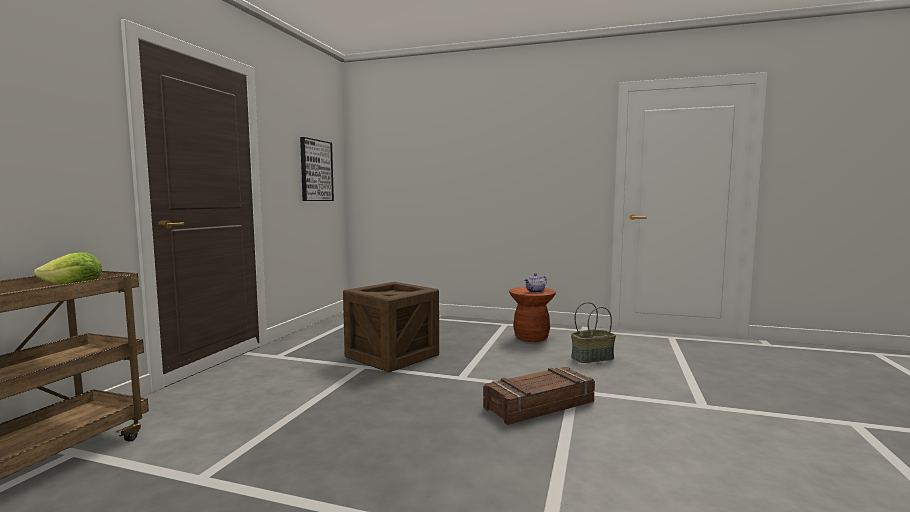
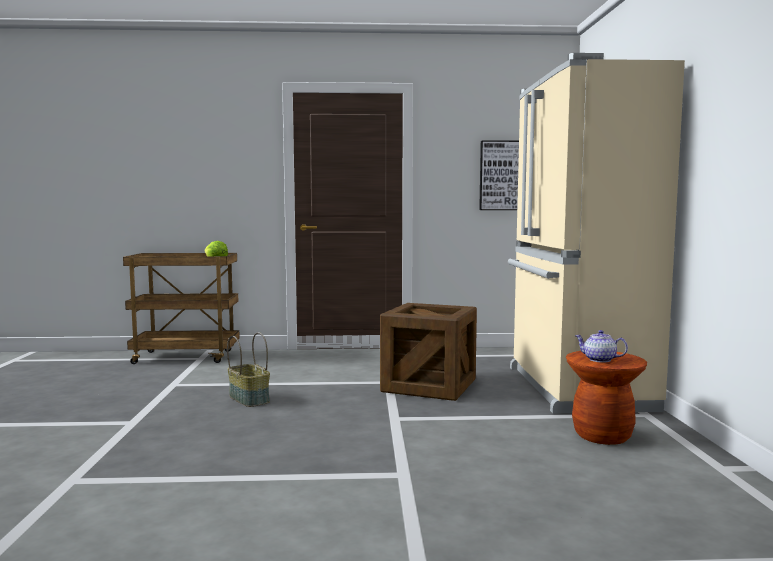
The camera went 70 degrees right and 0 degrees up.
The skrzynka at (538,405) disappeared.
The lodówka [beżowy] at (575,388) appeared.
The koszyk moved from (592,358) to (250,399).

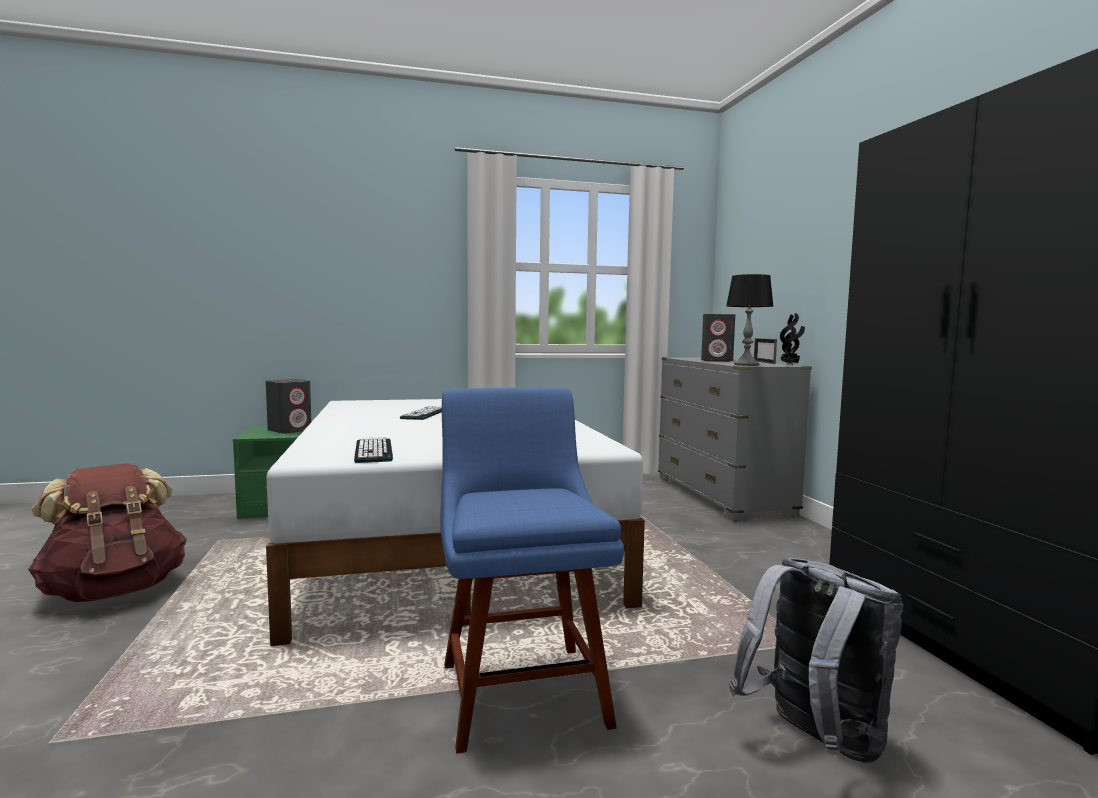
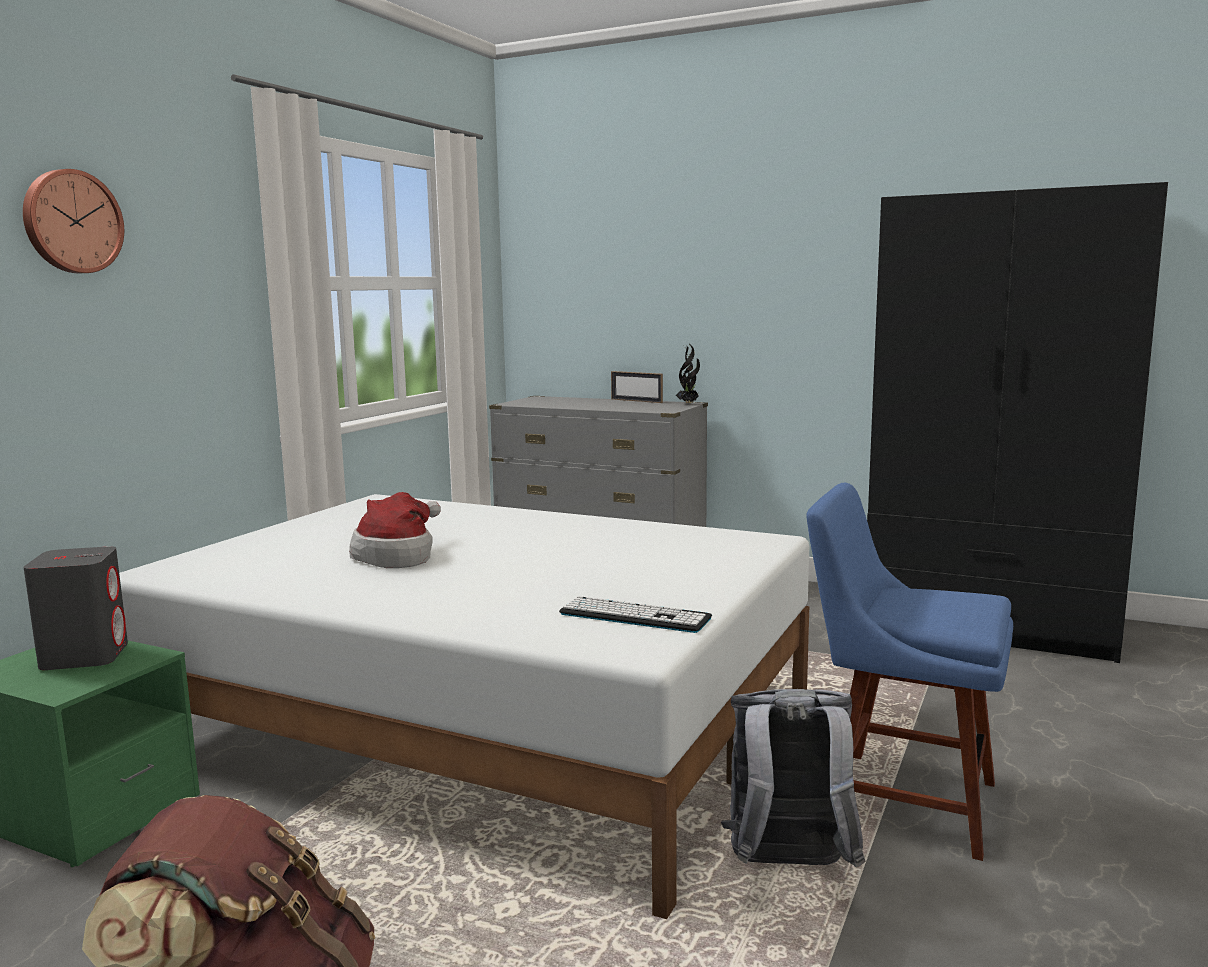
The camera went 50 degrees left and 5 degrees up.
The głośnik [szary] at (717,360) disappeared.
The lampa stołowa at (746,365) disappeared.
The zegar ścienny at (71,222) appeared.
The plecak [szary] moved from (814,742) to (788,868).
The klawiatura at (424,414) was replaced by the kapelusz at (399,555).

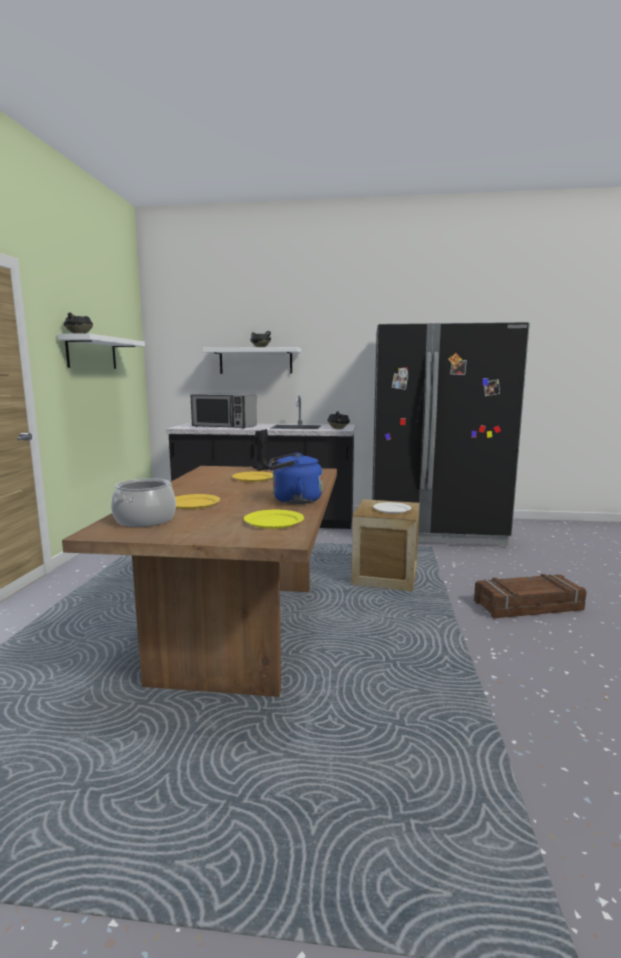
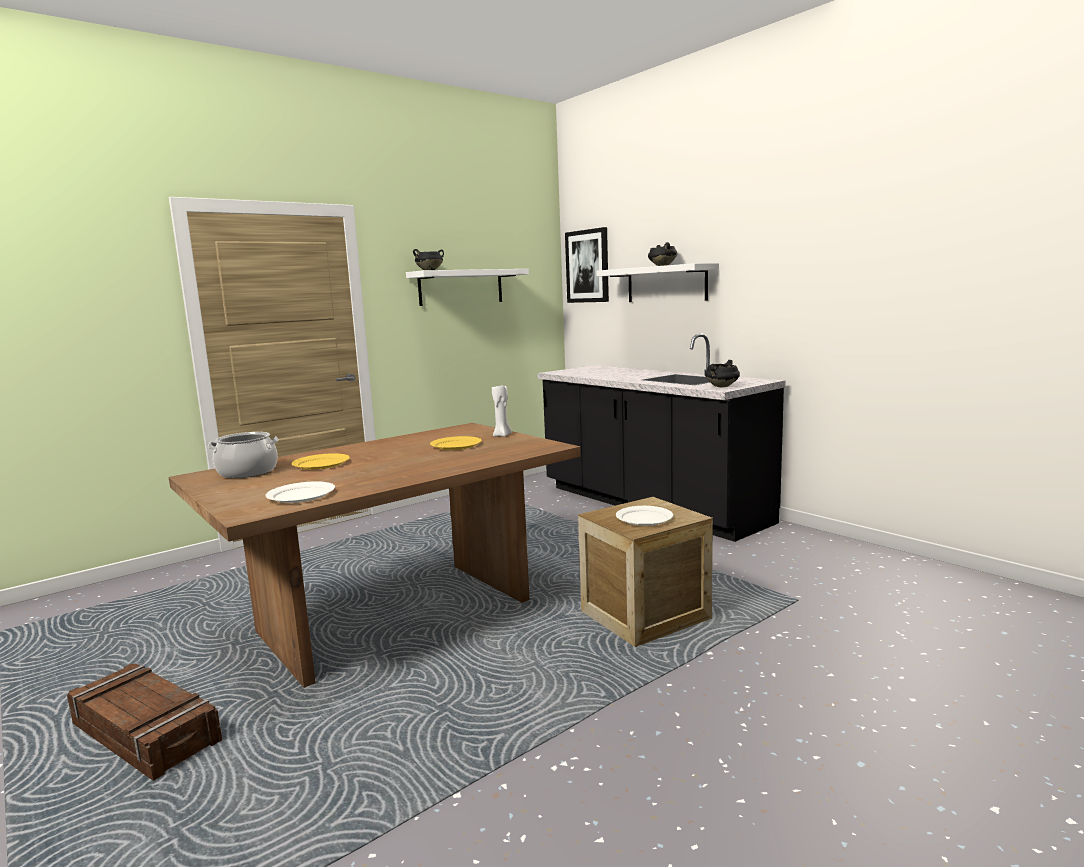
The camera went 45 degrees right and 0 degrees up.
The mikrofalówka at (224,426) disappeared.
The czajnik [niebieski] at (294,500) disappeared.
The lodówka [czarny] at (434,530) disappeared.
The obraz at (587,266) appeared.
The skrzynka moved from (528,606) to (144,734).
The talerz [żółty] at (273,522) became the talerz [biały] at (300,495).
The świeca [czarny] at (262,469) became the świeca [biały] at (502,435).

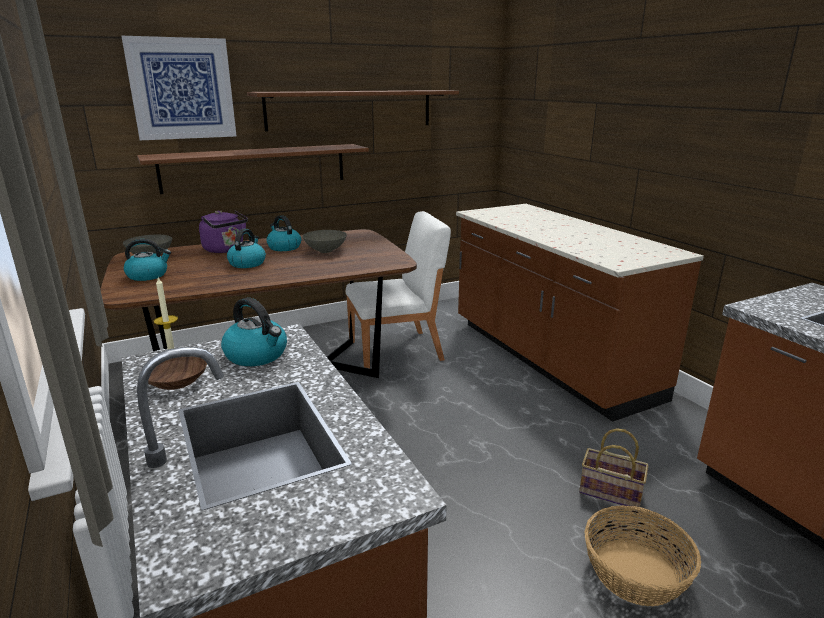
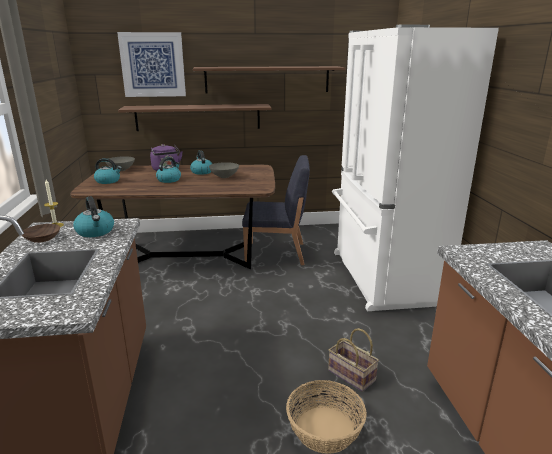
The camera went 20 degrees right and 0 degrees up.
The zabudowa kuchenna [brązowy] at (549,359) was replaced by the lodówka [biały] at (382,277).
The krzesło [biały] at (397,350) became the krzesło [niebieski] at (276,253).

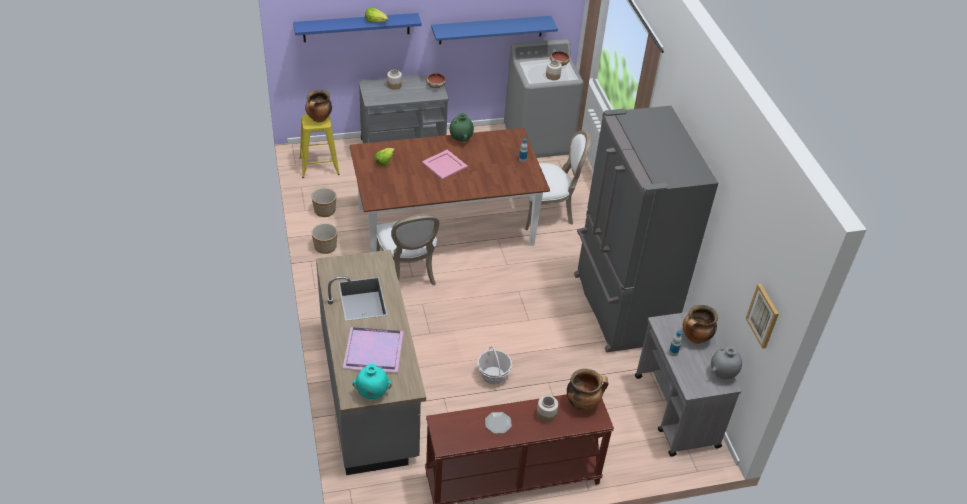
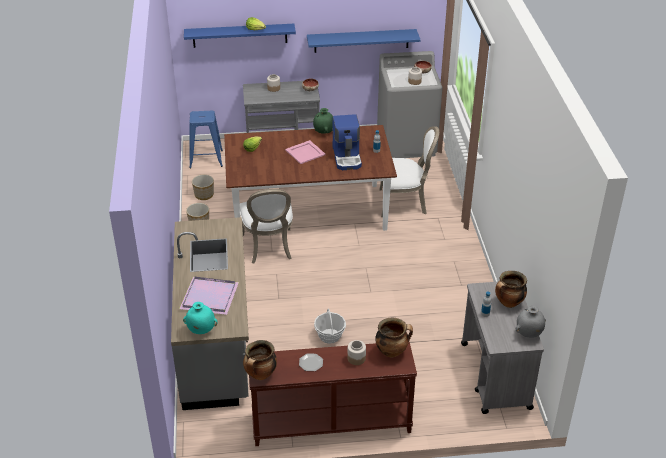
The camera went 10 degrees right and 5 degrees down.
The lodówka [szary] at (619,308) disappeared.
The obraz at (763,315) disappeared.
The ekspres do kawy at (347,157) appeared.
The garnek moved from (319,119) to (260,375).
The stołek [żółty] at (319,166) became the stołek [niebieski] at (206,159).

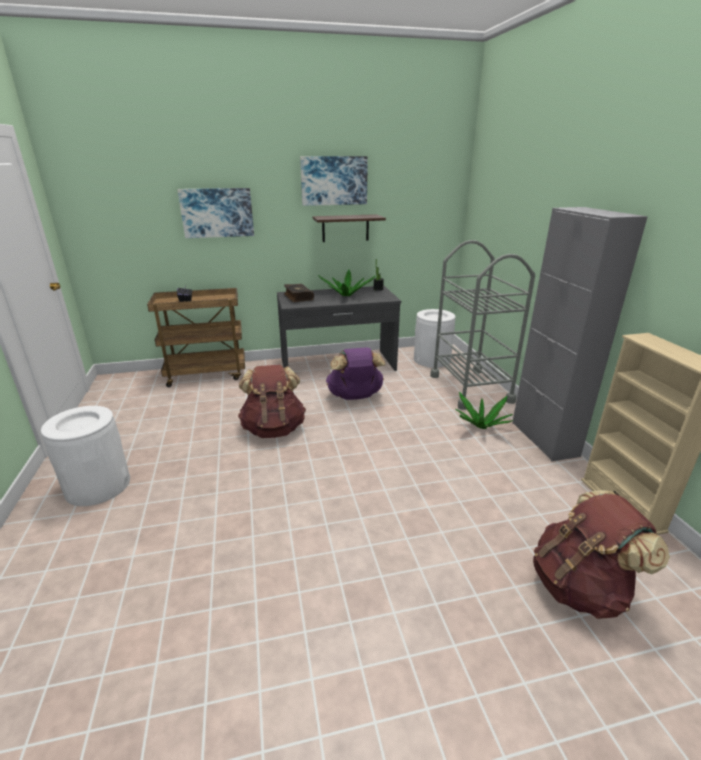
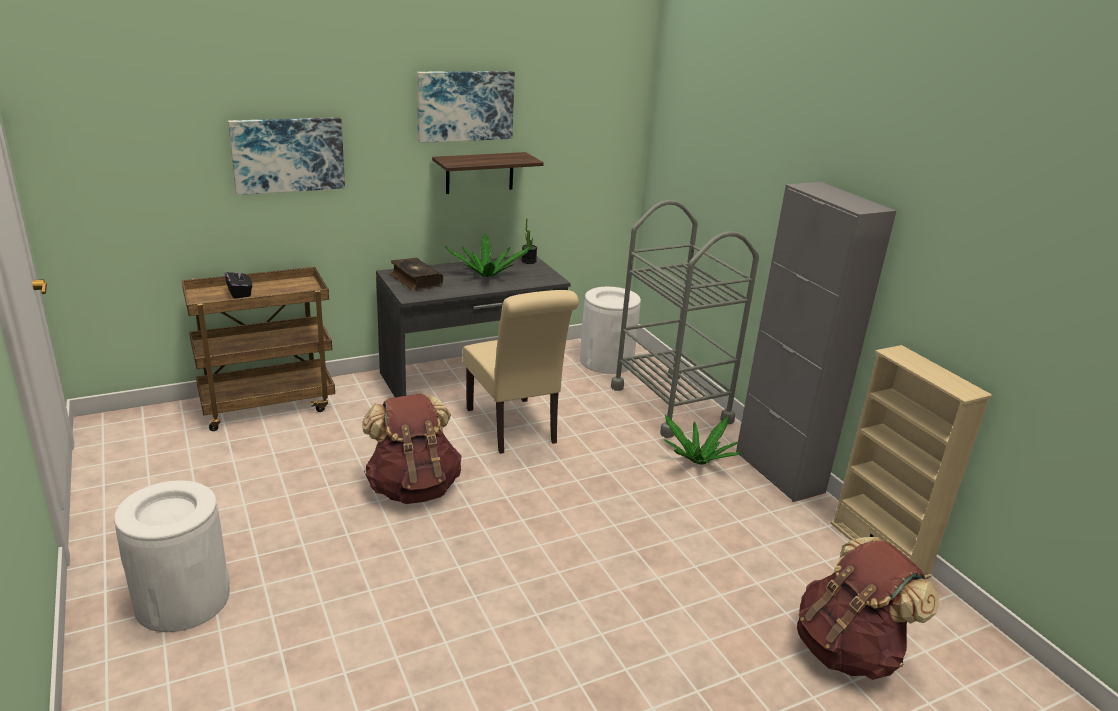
The camera went 15 degrees left and 0 degrees up.
The plecak [fioletowy] at (355,397) was replaced by the krzesło [beżowy] at (514,428).

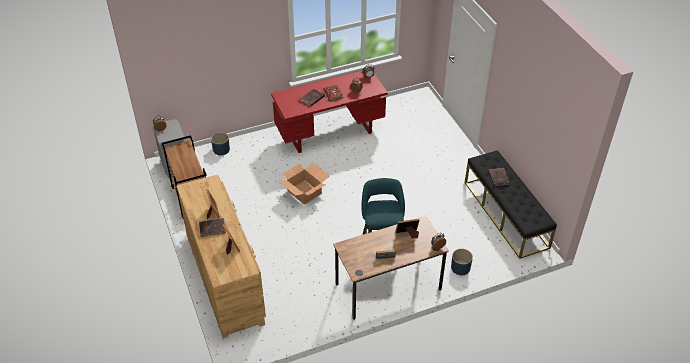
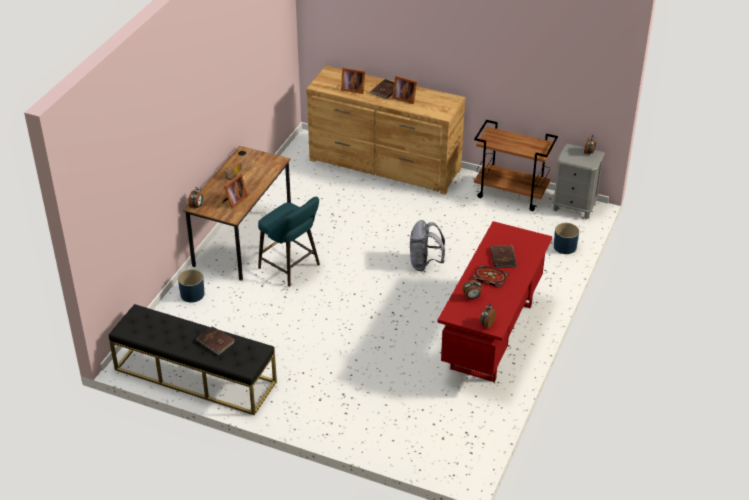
The camera went 135 degrees right and 5 degrees down.
The karton at (304,192) was replaced by the plecak [szary] at (425,264).

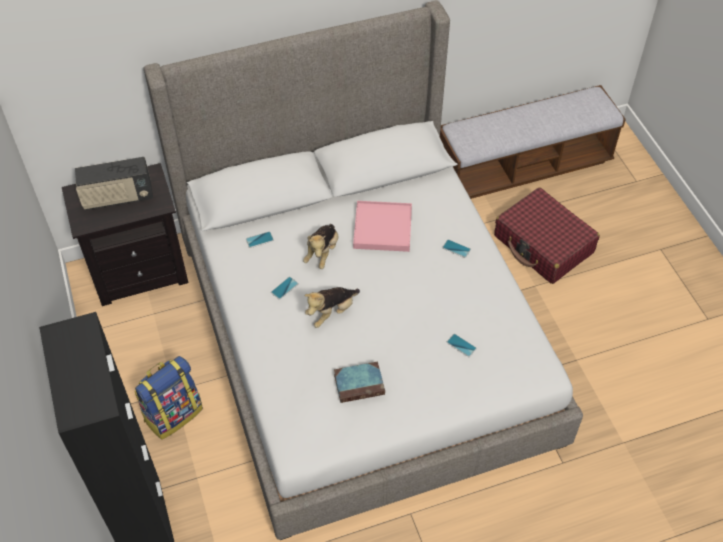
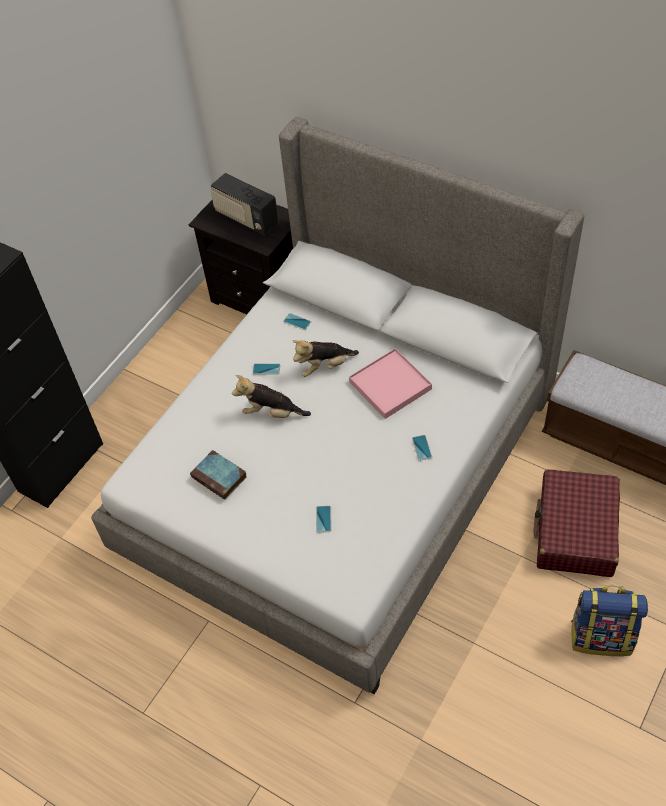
The camera went 55 degrees right and 0 degrees up.
The plecak moved from (173,414) to (601,636).

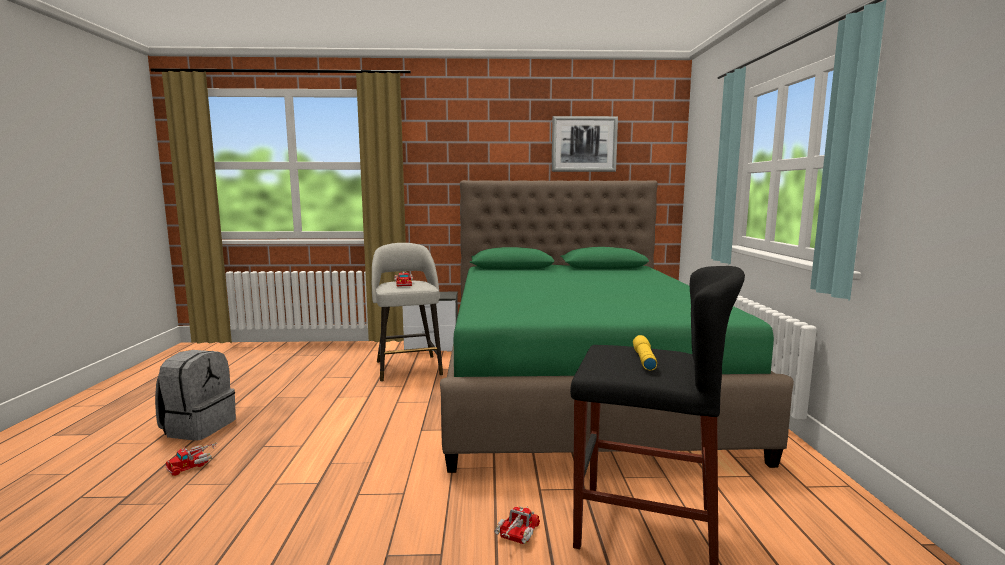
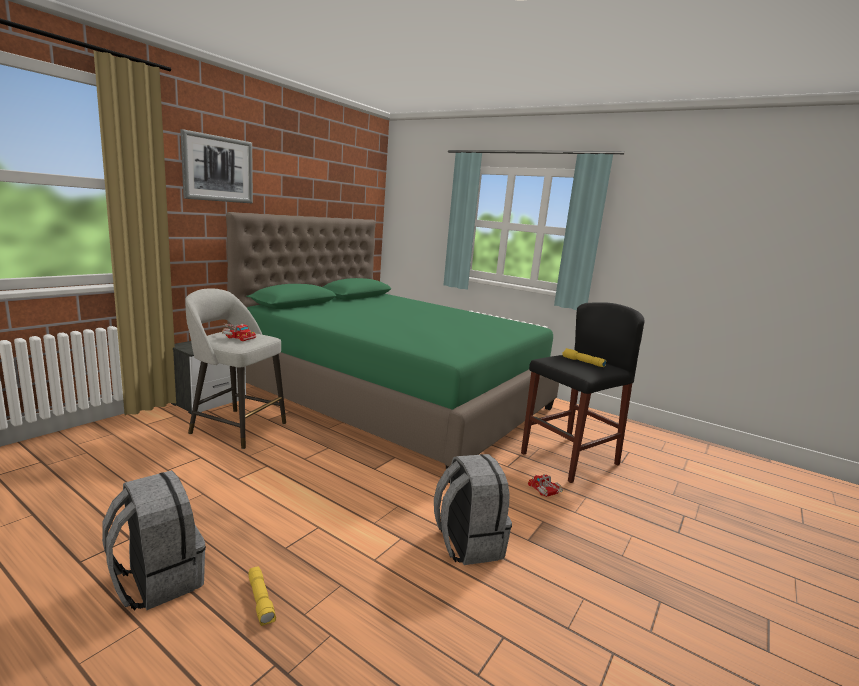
The camera went 55 degrees left and 5 degrees up.
The plecak [szary] at (467,543) appeared.
The obraz moved from (584,144) to (218,169).
The ciężarówka zabawkowa at (194,464) was replaced by the latarka [żółty] at (261,601).

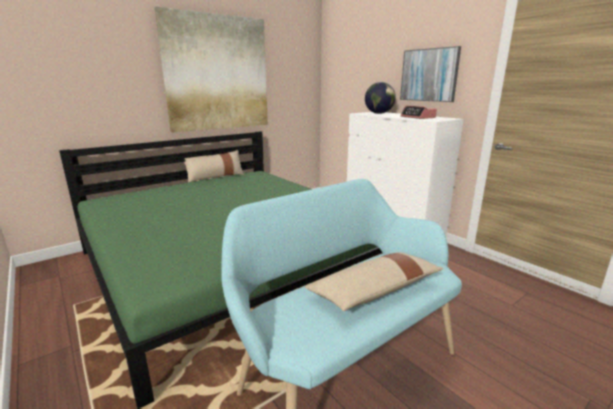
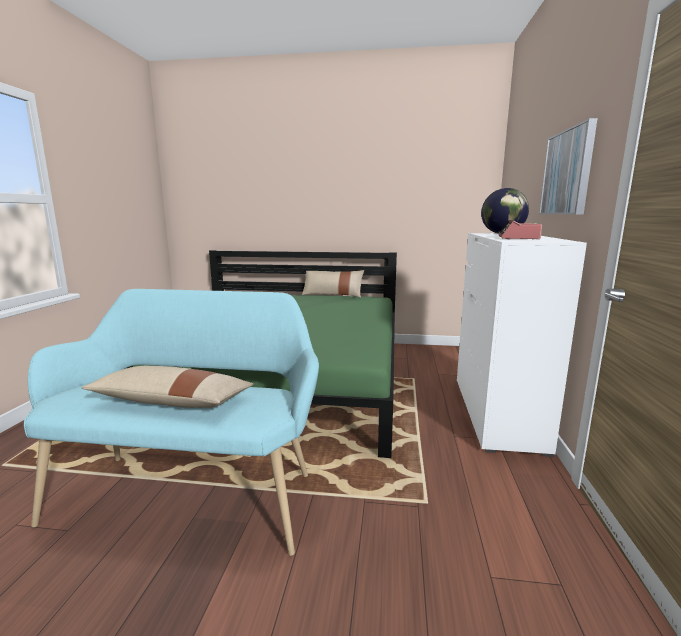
The camera went 45 degrees right and 5 degrees down.
The obraz at (217,73) disappeared.

